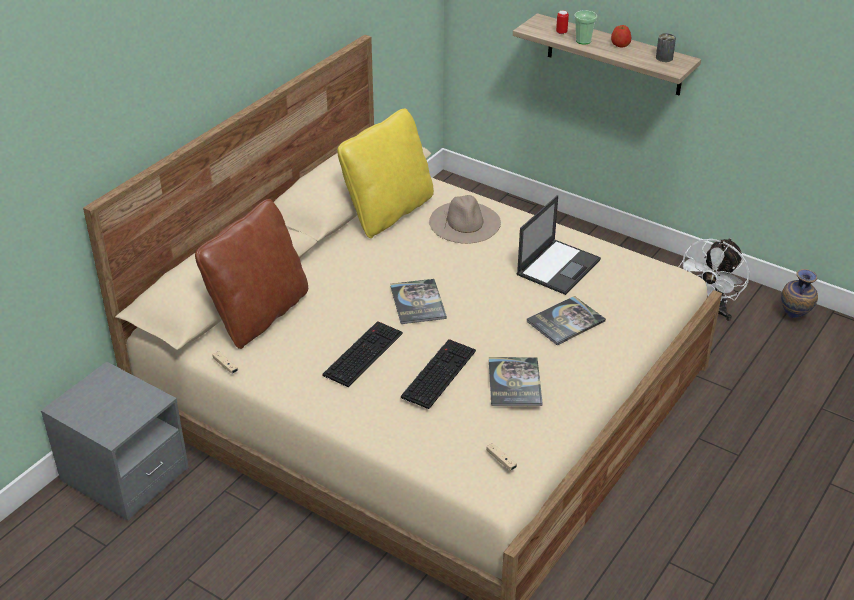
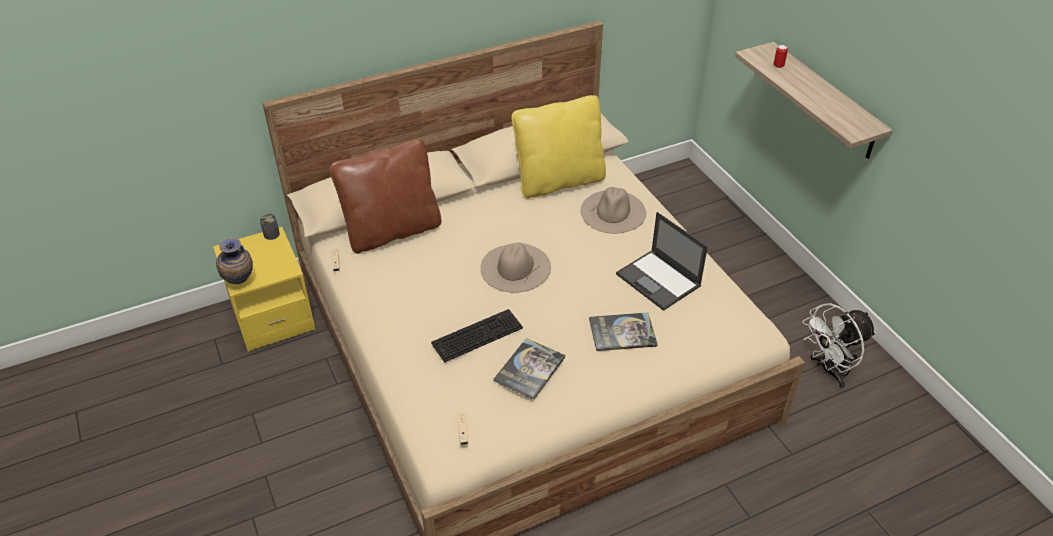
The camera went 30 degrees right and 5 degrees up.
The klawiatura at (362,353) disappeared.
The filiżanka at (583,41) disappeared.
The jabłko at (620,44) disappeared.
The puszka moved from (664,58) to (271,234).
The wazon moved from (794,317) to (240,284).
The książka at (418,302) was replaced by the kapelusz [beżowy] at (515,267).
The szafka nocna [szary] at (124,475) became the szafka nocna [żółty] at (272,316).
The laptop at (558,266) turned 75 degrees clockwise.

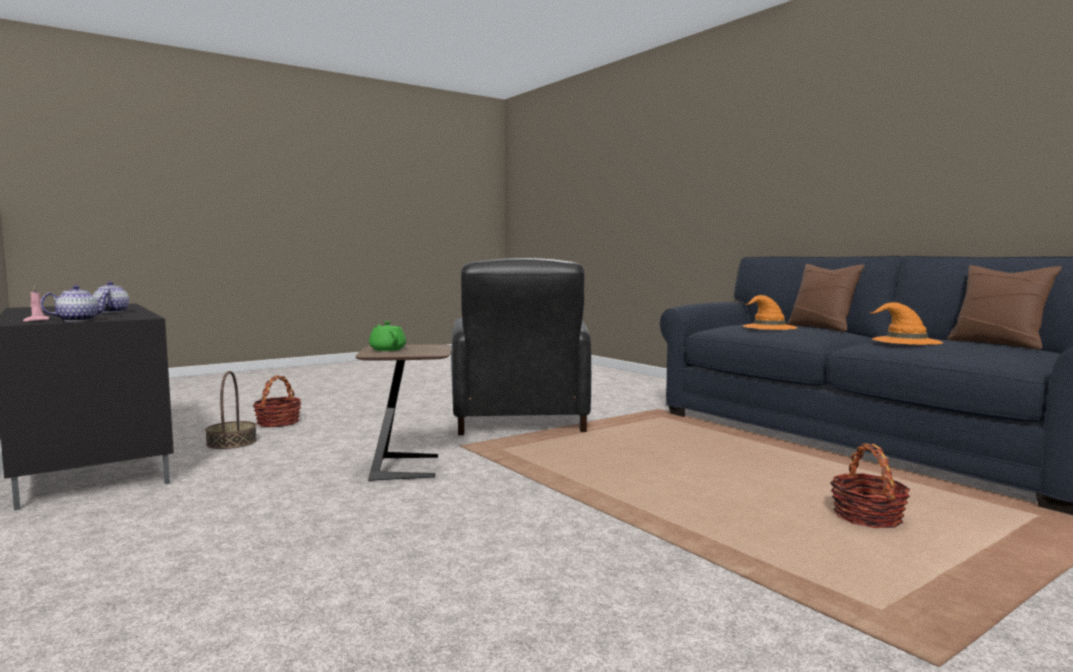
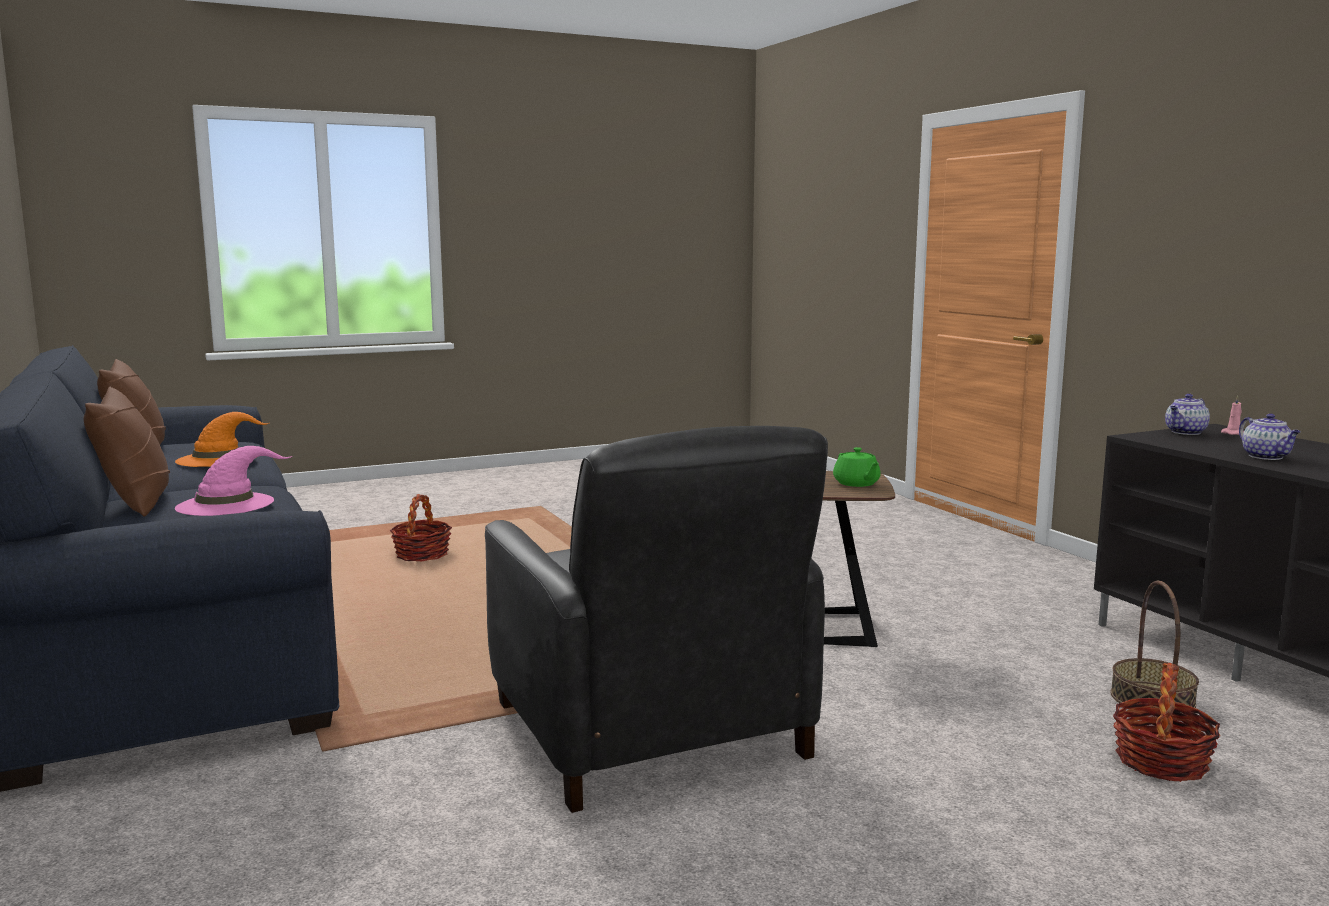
The camera went 170 degrees left and 5 degrees up.
The kapelusz [pomarańczowy] at (769,327) became the kapelusz [różowy] at (227,504).
The fotel [czarny] at (519,420) turned 150 degrees clockwise.

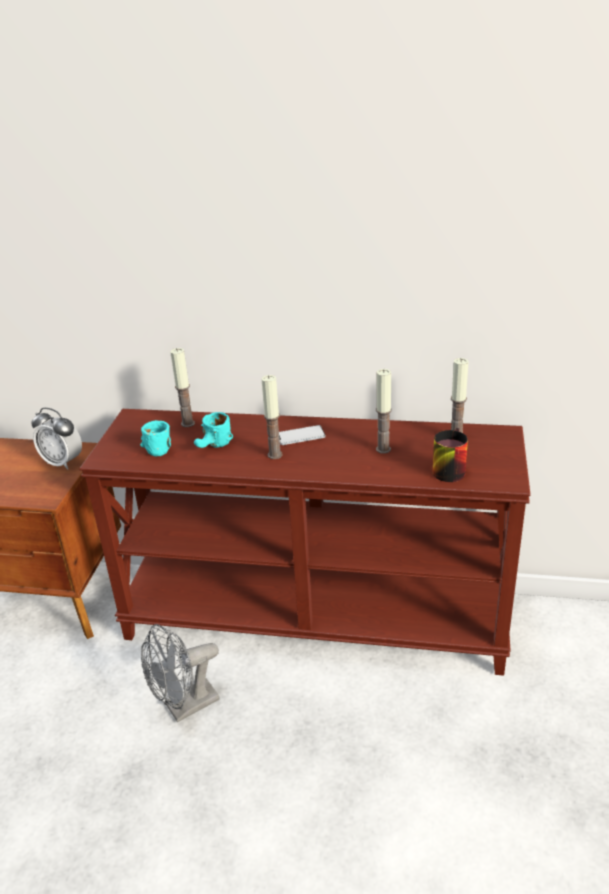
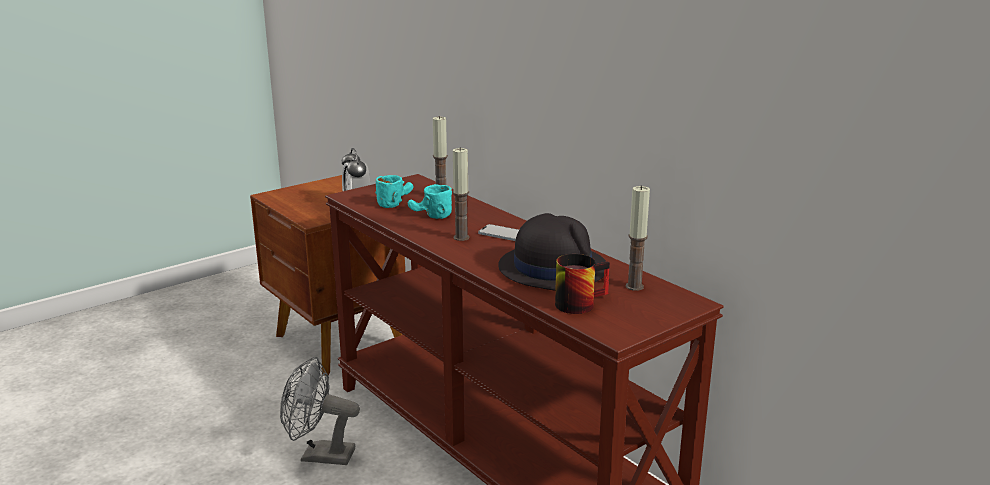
The camera went 40 degrees right and 10 degrees down.
The świeca at (383,449) was replaced by the kapelusz [czarny] at (552,268).

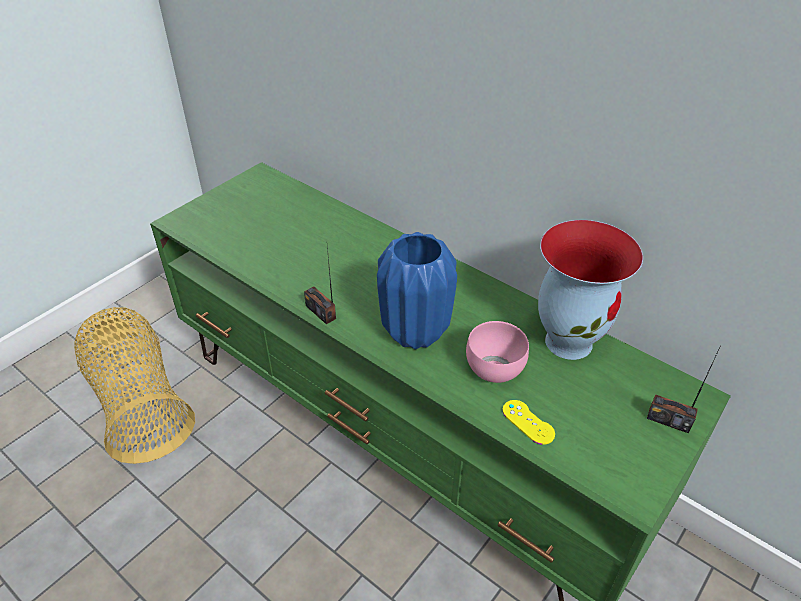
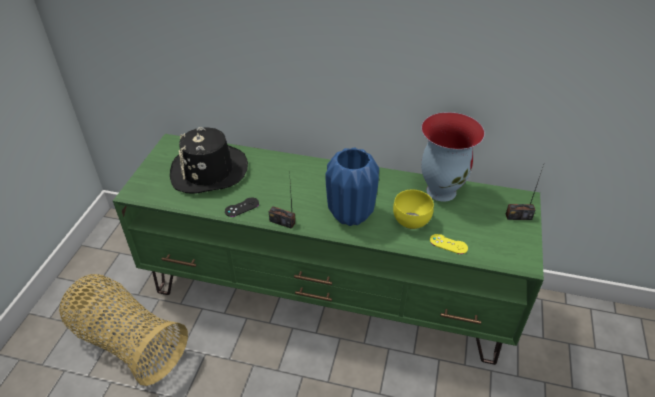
The camera went 25 degrees left and 0 degrees up.
The kapelusz [czarny] at (209,171) appeared.
The pad do gier [czarny] at (242,207) appeared.
The miska [różowy] at (496,370) became the miska [żółty] at (412,221).

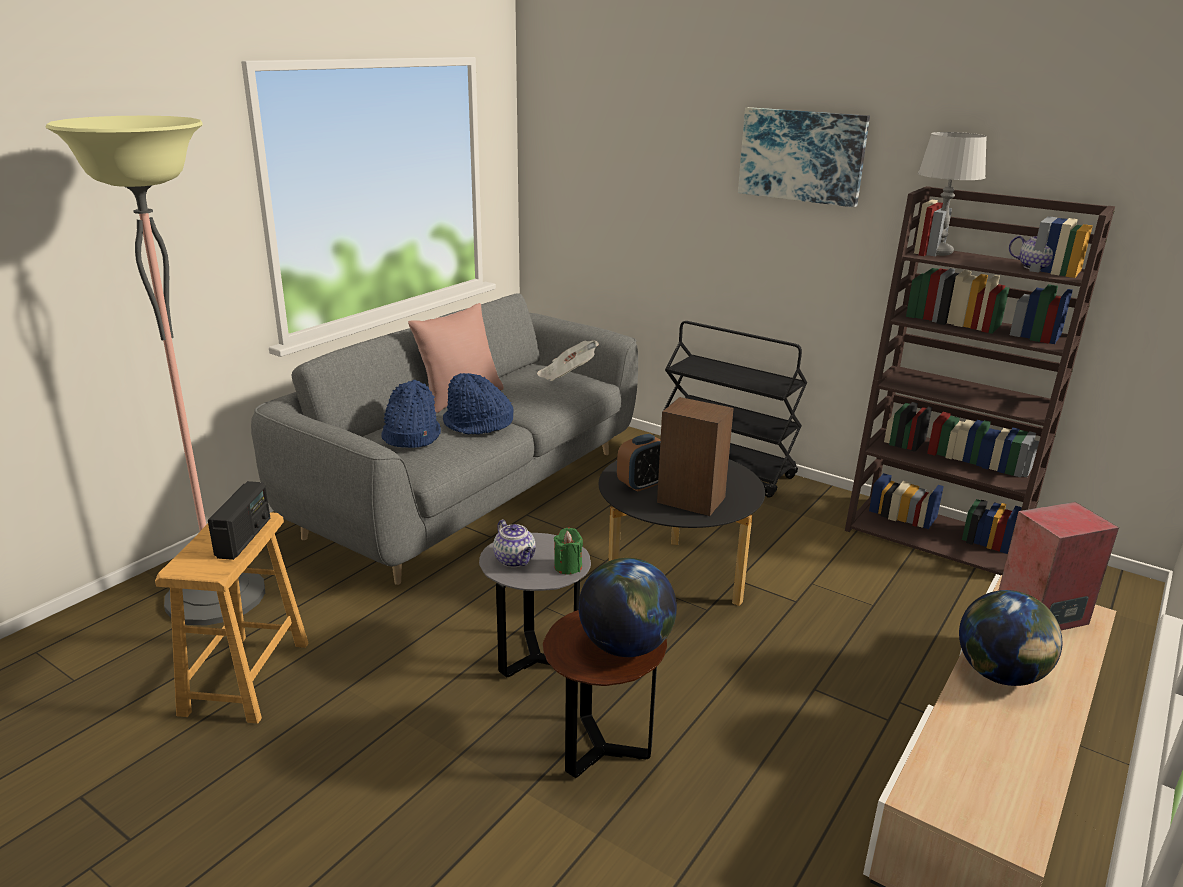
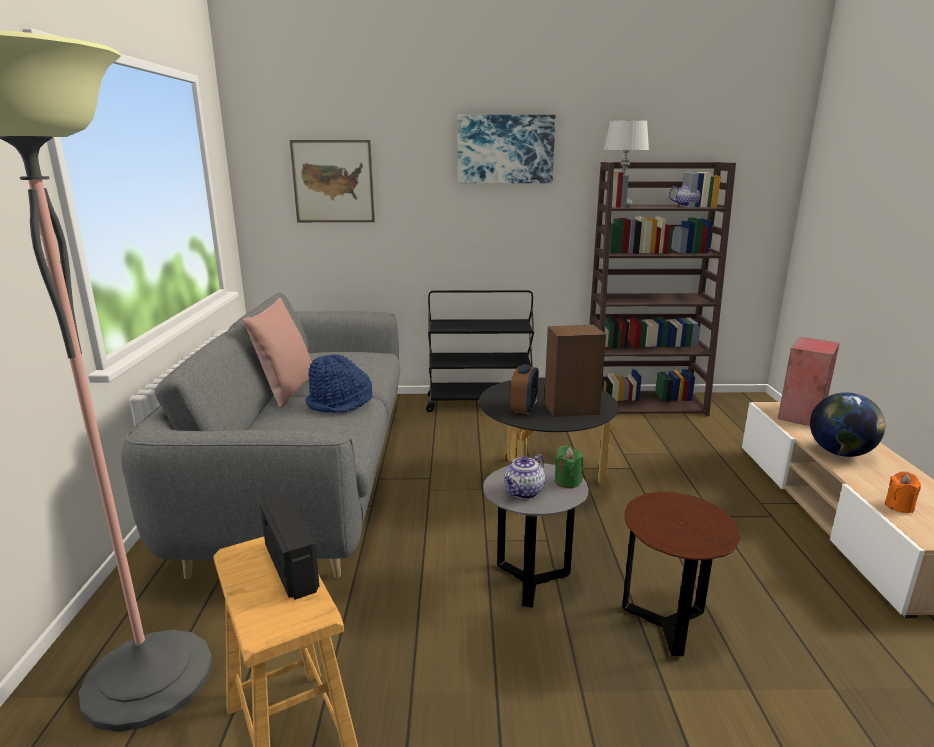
The camera went 35 degrees left and 5 degrees down.
The kapelusz [niebieski] at (410,436) disappeared.
The gazeta at (567,375) disappeared.
The globus at (625,646) disappeared.
The obraz at (333,181) appeared.
The świeca [pomarańczowy] at (899,506) appeared.
The imbryk at (515,560) turned 105 degrees clockwise.

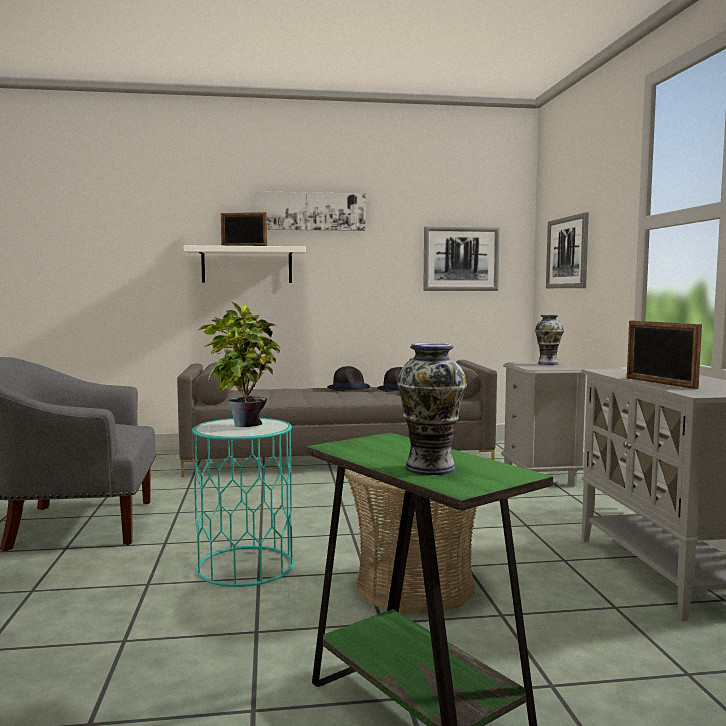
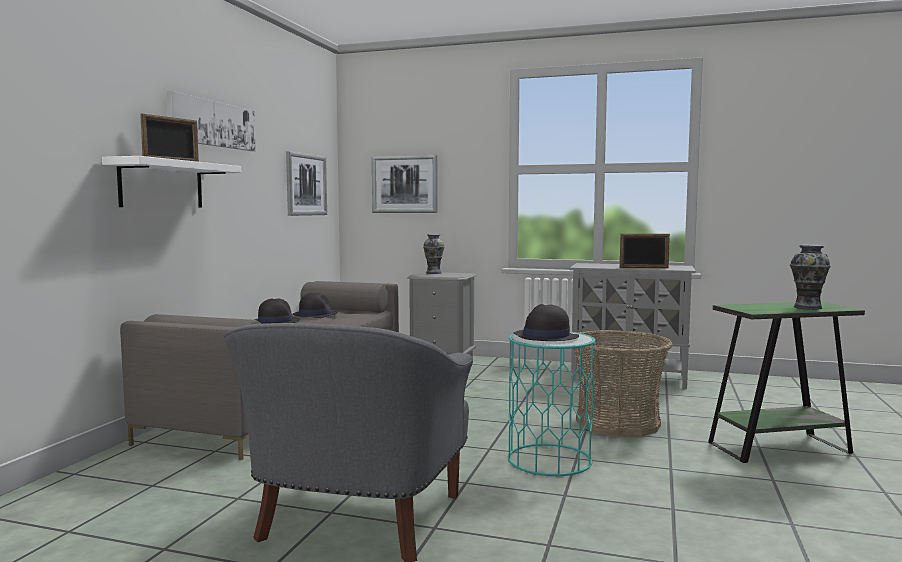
The camera went 65 degrees left and 0 degrees up.
The roślina doniczkowa at (242,424) was replaced by the kapelusz [czarny] at (545,336).

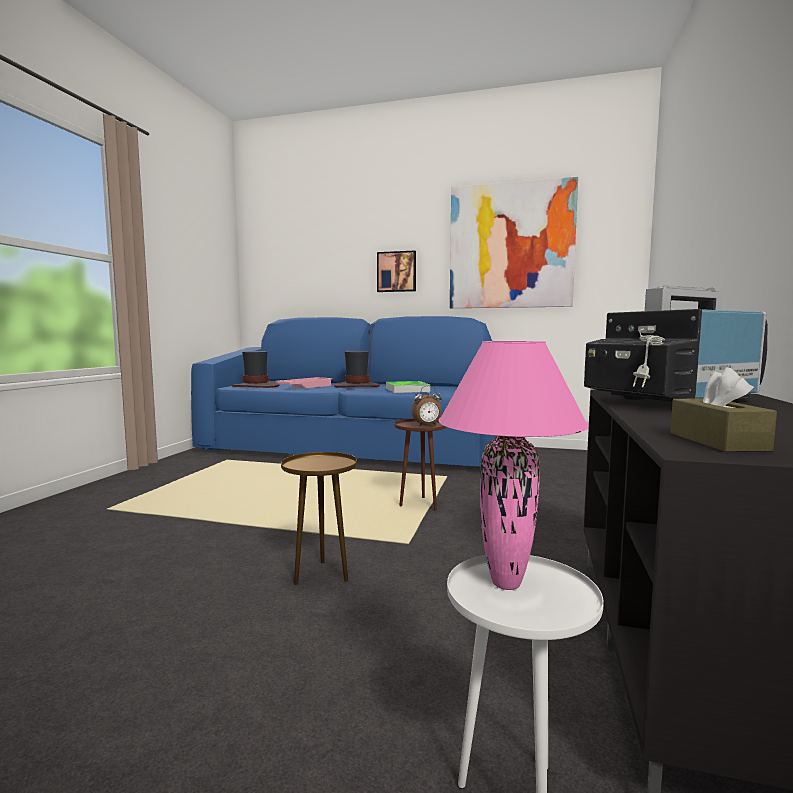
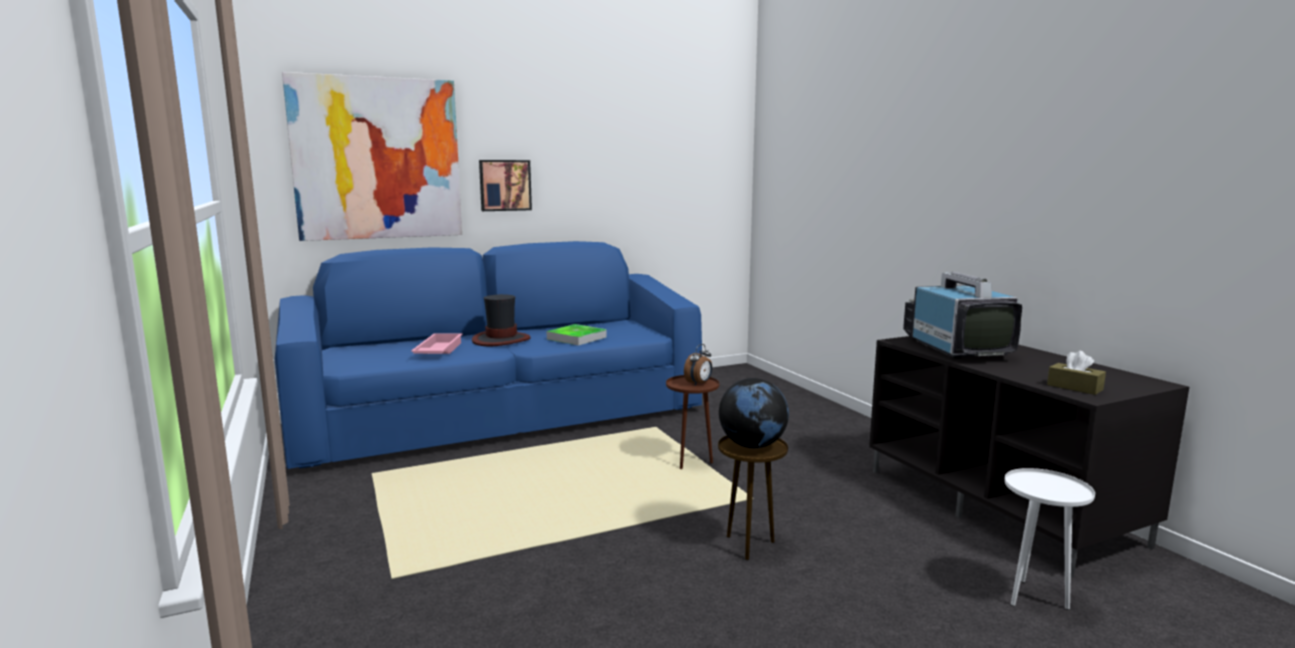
The camera went 40 degrees left and 5 degrees up.
The kapelusz at (256,386) disappeared.
The lampa stołowa [różowy] at (507,584) disappeared.
The globus at (752,445) appeared.
The obraz moved from (511,246) to (377,159).
The telewizor at (671,400) turned 150 degrees clockwise.

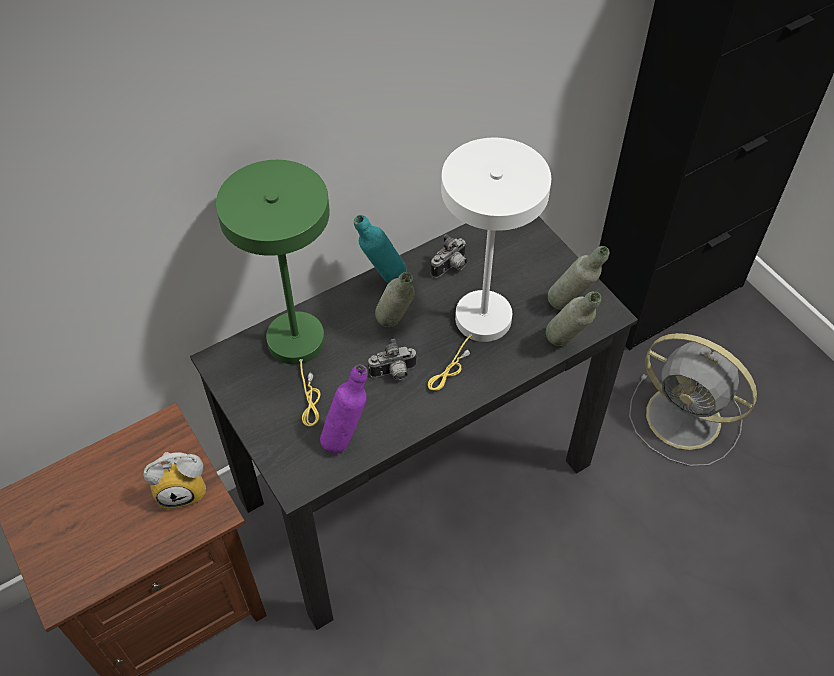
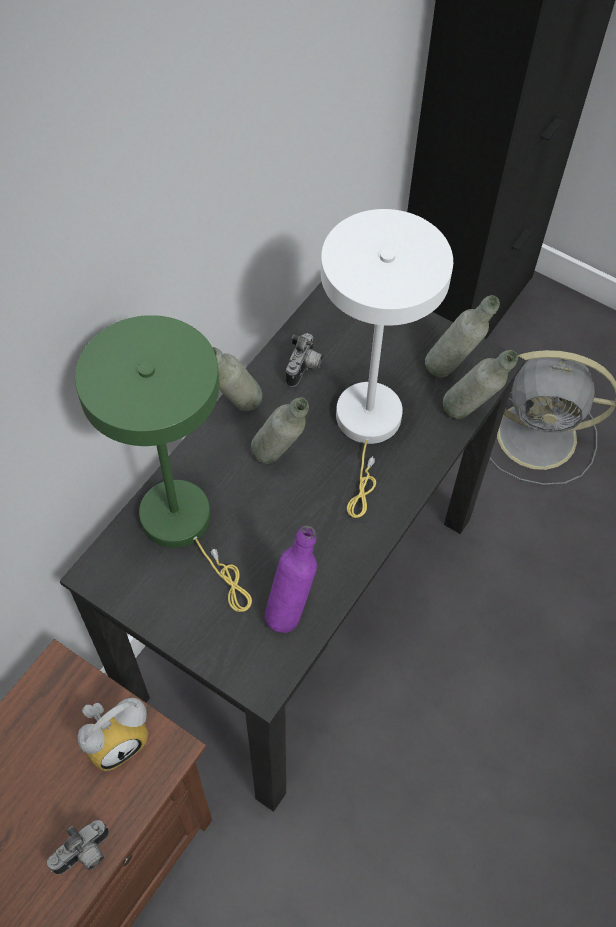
The camera went 25 degrees left and 5 degrees up.
The aparat fotograficzny moved from (394,373) to (85,855).
The butelka [turkusowy] at (382,280) became the butelka [szary] at (236,410).

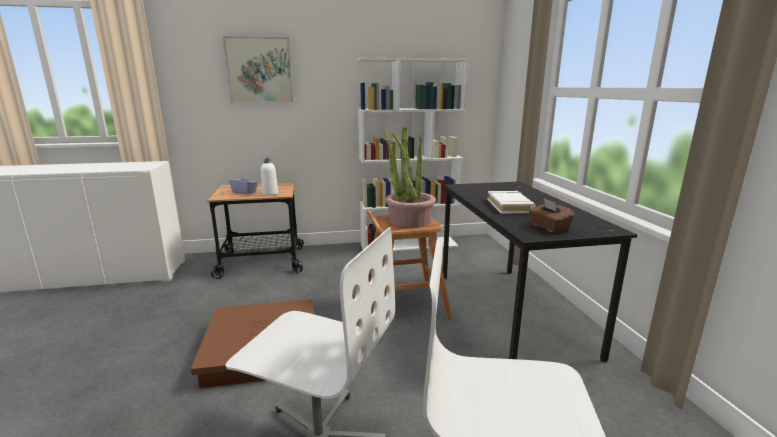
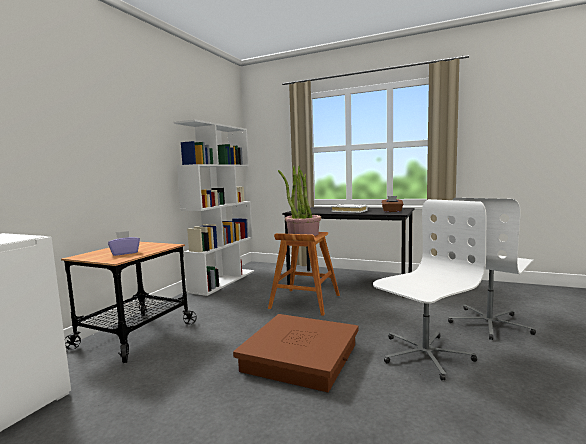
The camera went 55 degrees left and 10 degrees down.
The obraz at (259,70) disappeared.
The butelka [biały] at (270,194) disappeared.

